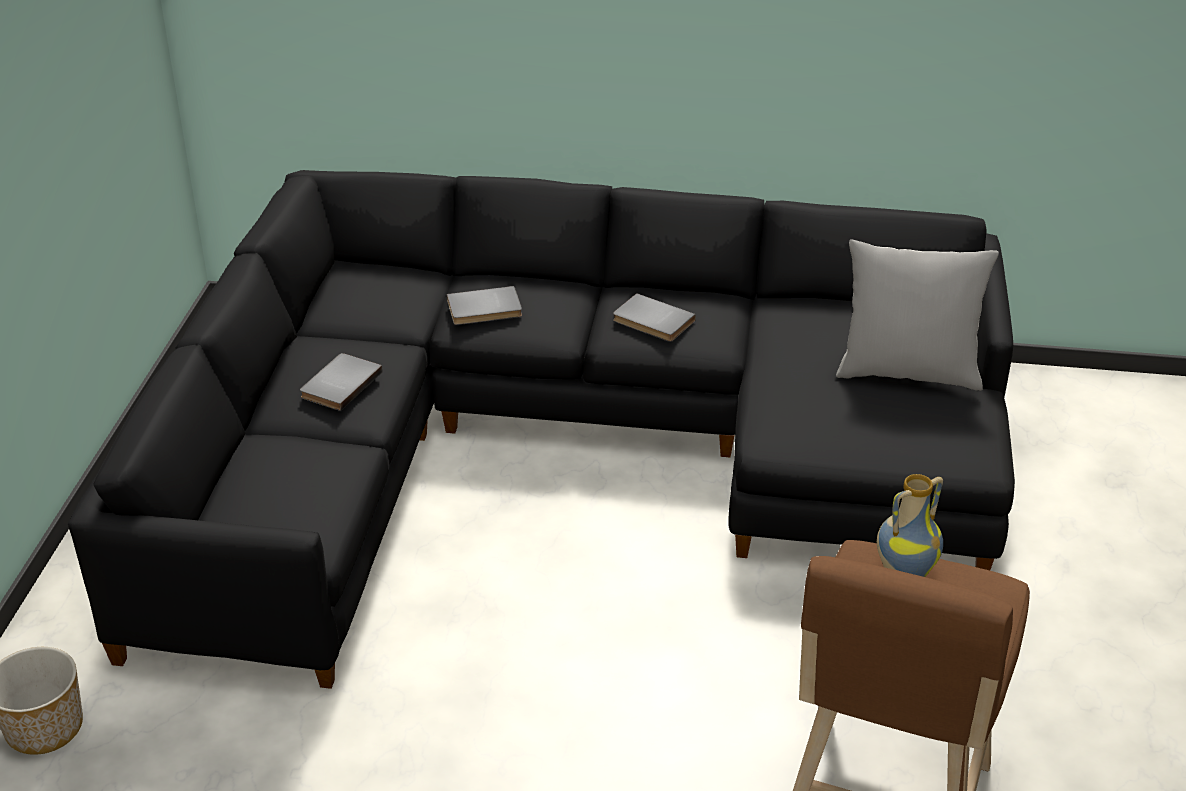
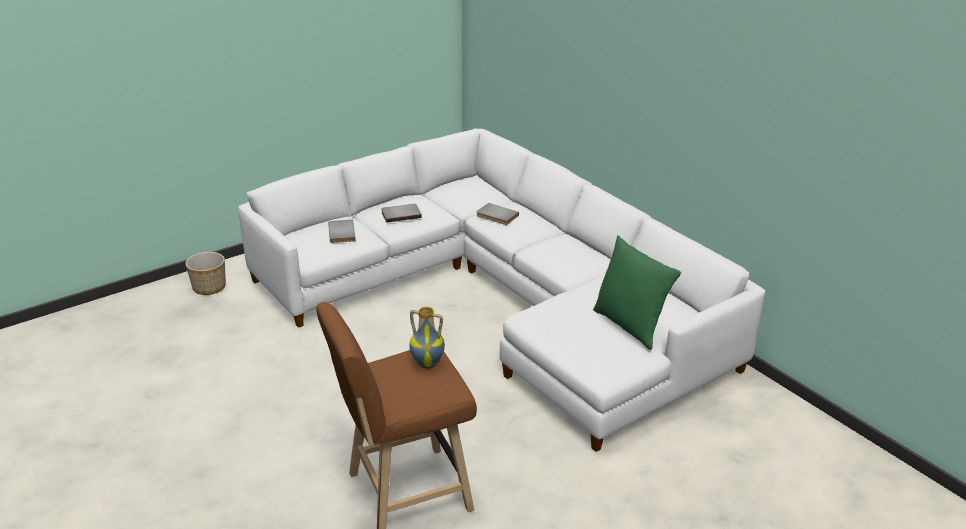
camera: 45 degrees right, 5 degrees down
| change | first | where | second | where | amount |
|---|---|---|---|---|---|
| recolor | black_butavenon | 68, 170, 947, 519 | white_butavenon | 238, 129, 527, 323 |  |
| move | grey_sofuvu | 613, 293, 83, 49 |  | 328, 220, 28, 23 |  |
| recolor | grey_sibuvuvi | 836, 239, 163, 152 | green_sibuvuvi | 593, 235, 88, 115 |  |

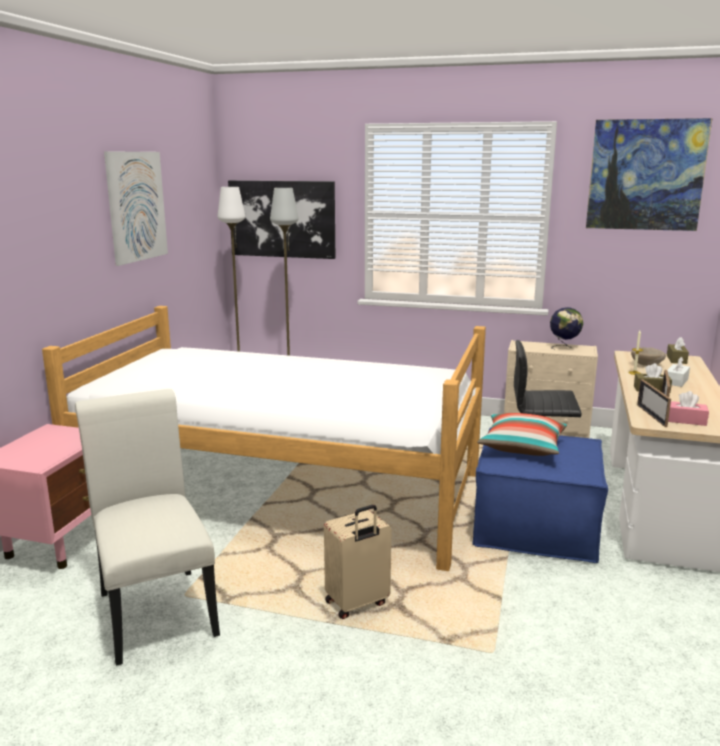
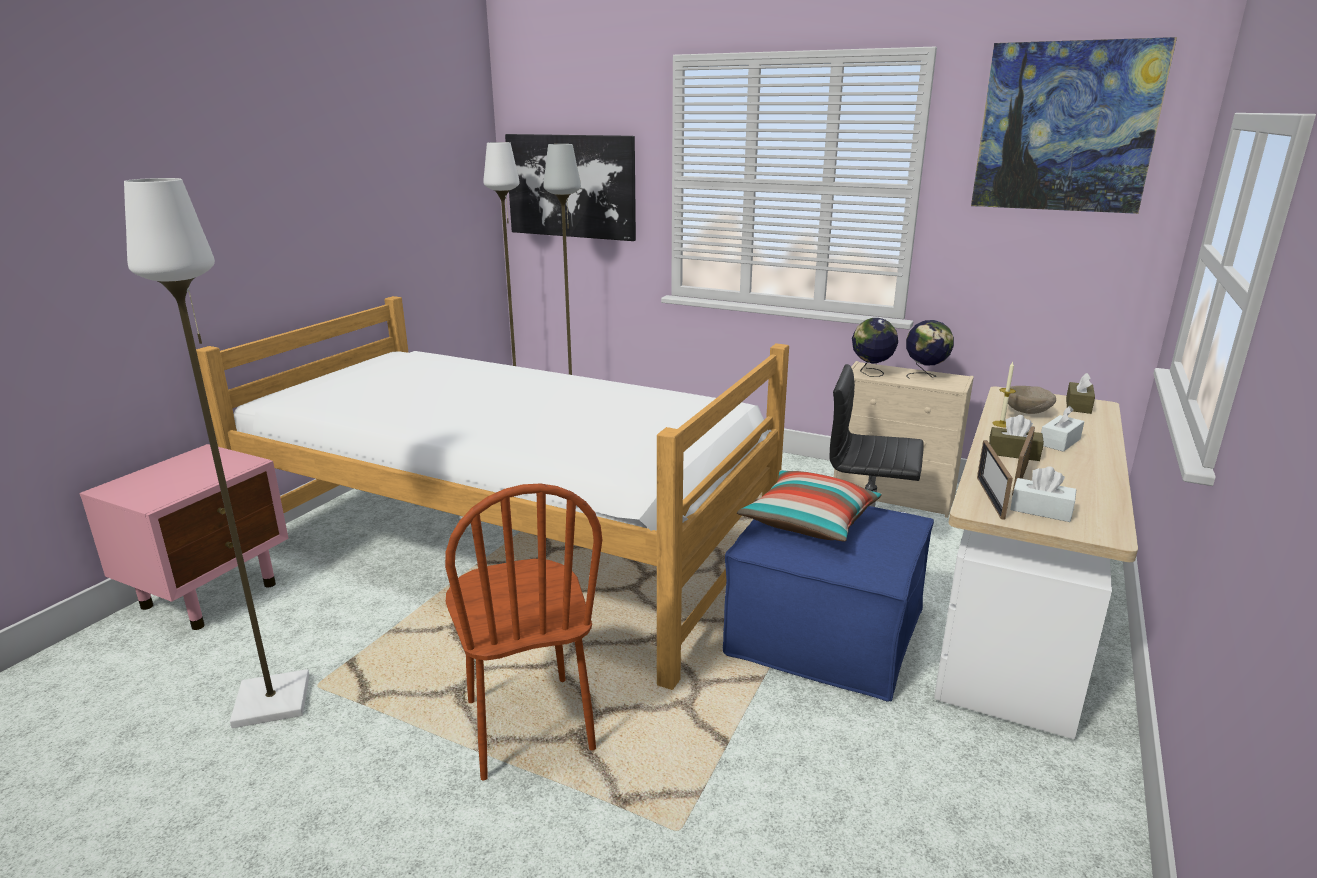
camera: 10 degrees right, 5 degrees up
| change | first | where | second | where | amount |
|---|---|---|---|---|---|
| replace | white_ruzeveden | 75, 389, 145, 277 | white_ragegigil | 124, 178, 186, 550 |  |
| delete | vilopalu | 104, 151, 64, 115 |  |  |  |
| replace | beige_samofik | 324, 505, 67, 114 | brown_ruzeveden | 445, 483, 157, 297 |  |
| recolor | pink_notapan | 668, 391, 41, 35 | white_notapan | 1010, 466, 67, 56 |  |
| insert |  |  | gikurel | 852, 318, 46, 59 |  |

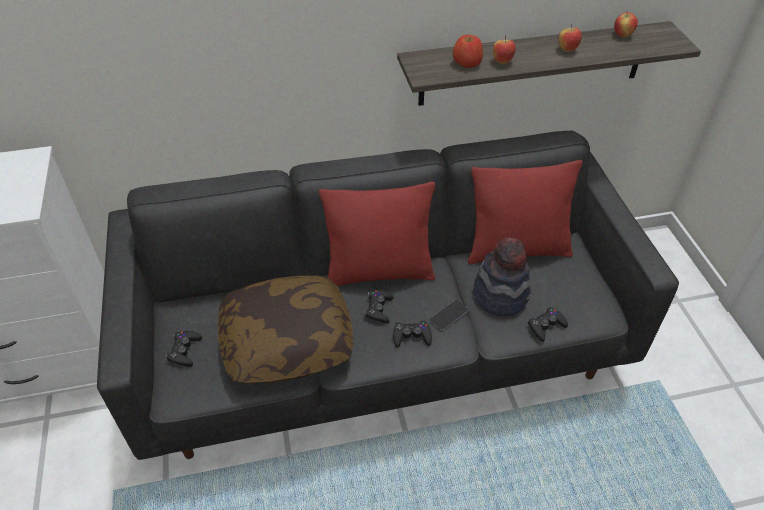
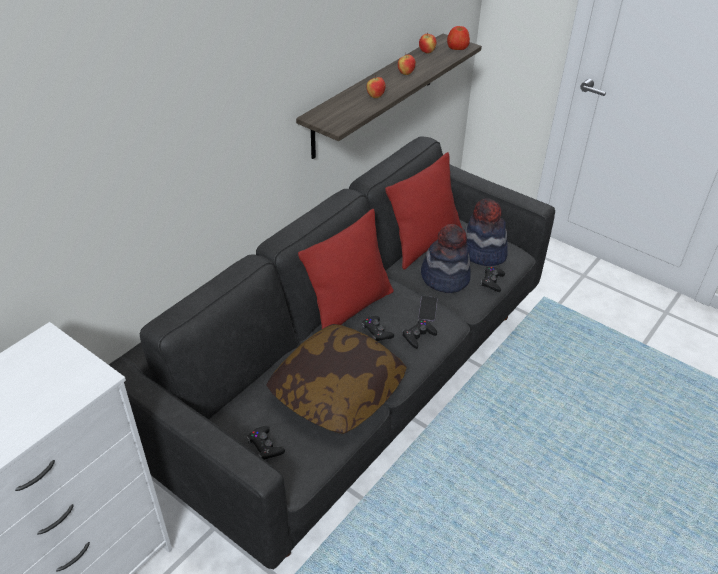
camera: 40 degrees left, 5 degrees down
| change | first | where | second | where | amount |
|---|---|---|---|---|---|
| move | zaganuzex | 453, 35, 30, 33 |  | 447, 26, 23, 24 |  |
| insert |  |  | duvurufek | 464, 198, 44, 68 |  |

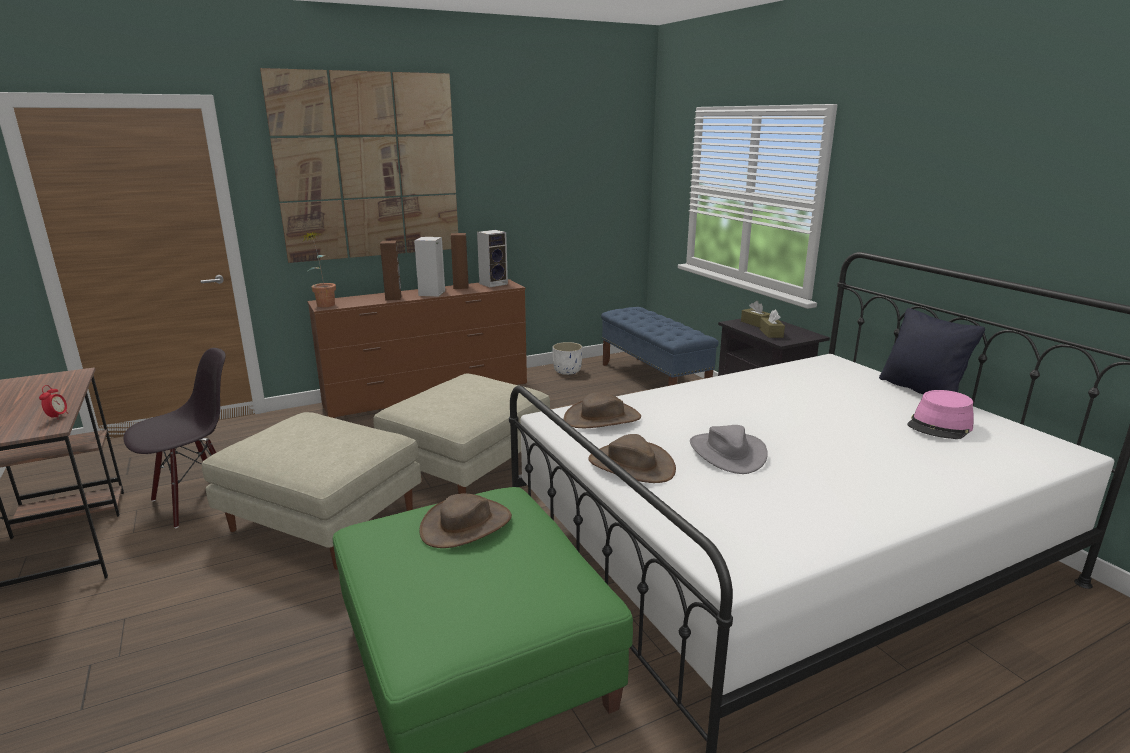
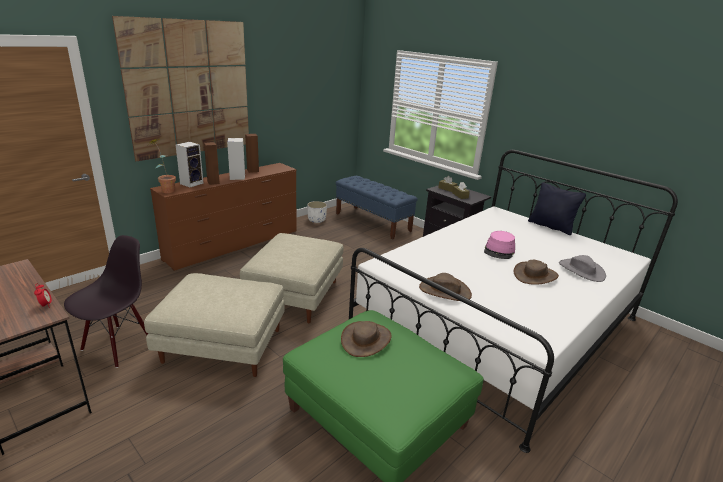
camera: 20 degrees left, 5 degrees up
| change | first | where | second | where | amount |
|---|---|---|---|---|---|
| move | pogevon | 477, 230, 31, 57 |  | 175, 142, 29, 45 |  |
| move | brown_duvurufek | 564, 392, 77, 36 |  | 514, 260, 45, 25 |  |
| move | grey_duvurufek | 690, 425, 78, 49 |  | 559, 255, 47, 27 |  |
| move | pink_duvurufek | 907, 390, 67, 49 |  | 484, 231, 31, 28 |  |

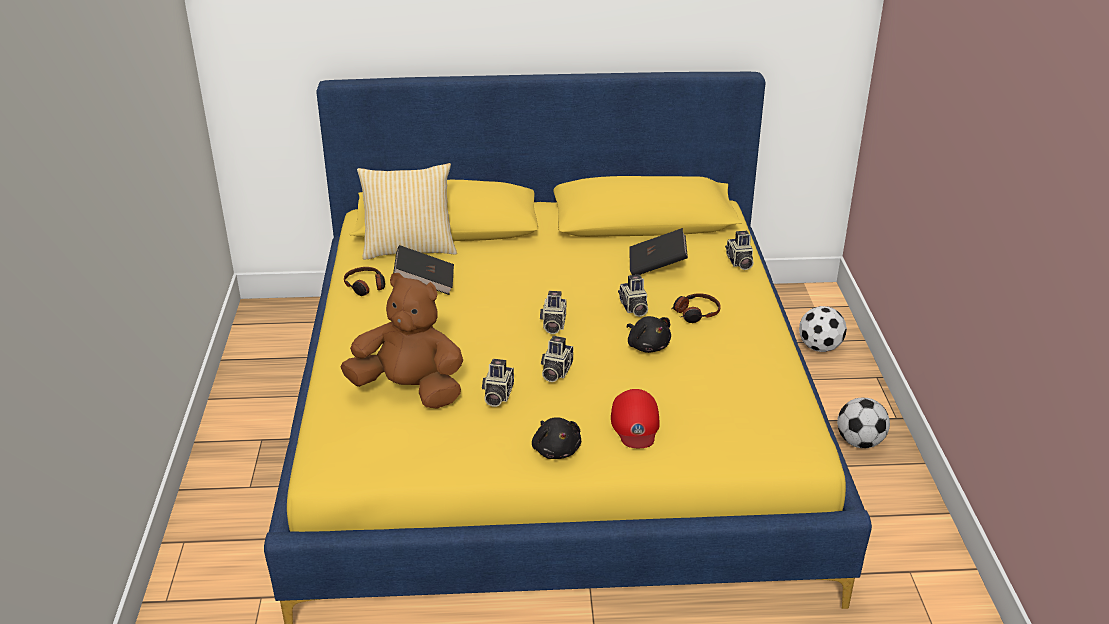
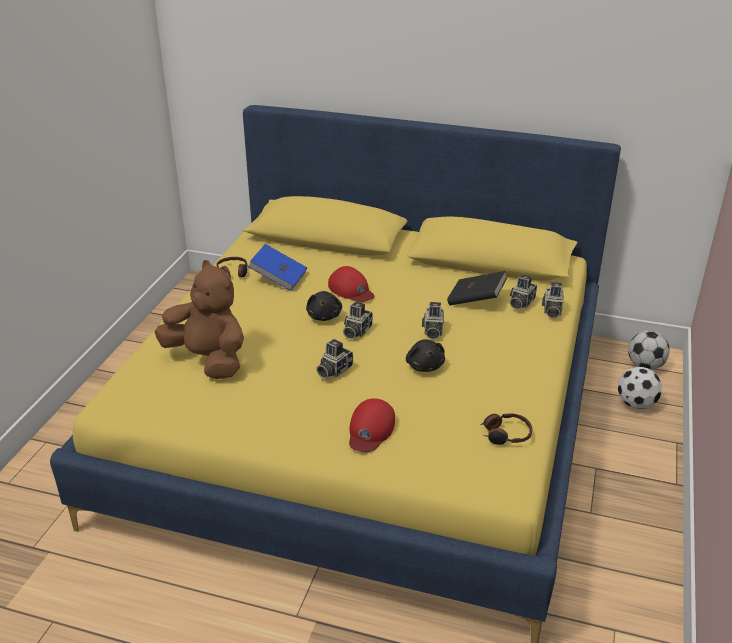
camera: 20 degrees right, 0 degrees up
| change | first | where | second | where | amount |
|---|---|---|---|---|---|
| delete | sibuvuvi | 357, 163, 100, 97 |  |  |  |
| recolor | black_sofuvu | 393, 245, 61, 50 | blue_sofuvu | 248, 244, 59, 47 |  |
| move | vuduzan | 482, 359, 32, 48 |  | 510, 274, 27, 36 |  |
| move | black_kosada | 532, 417, 49, 42 |  | 306, 291, 36, 30 |  |
| move | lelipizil | 671, 293, 50, 30 |  | 480, 414, 52, 31 |  |
| move | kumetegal | 837, 398, 53, 50 |  | 628, 331, 42, 39 |  |
| insert |  |  | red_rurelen | 328, 266, 47, 36 |  |

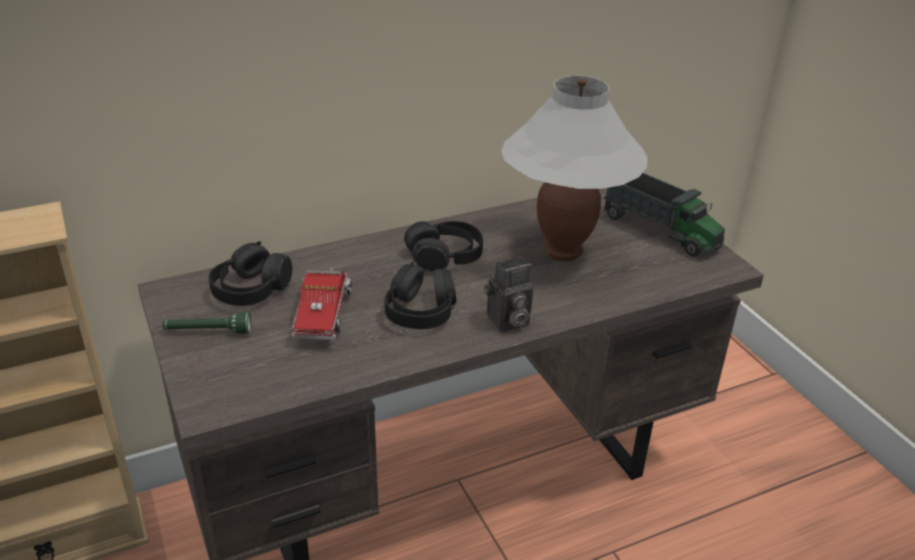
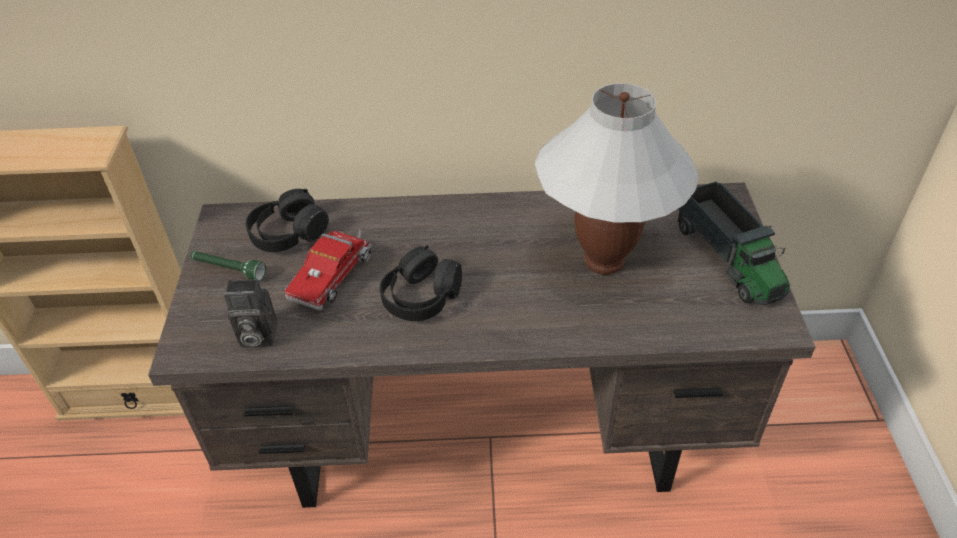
camera: 25 degrees right, 10 degrees up
| change | first | where | second | where | amount |
|---|---|---|---|---|---|
| delete | black_lelipizil | 404, 221, 79, 51 |  |  |  |
| move | vuduzan | 484, 256, 49, 76 |  | 223, 279, 54, 69 |  |

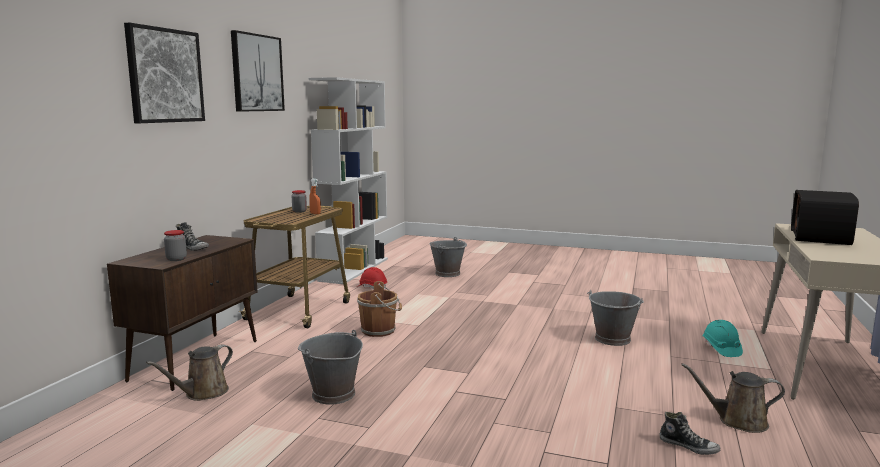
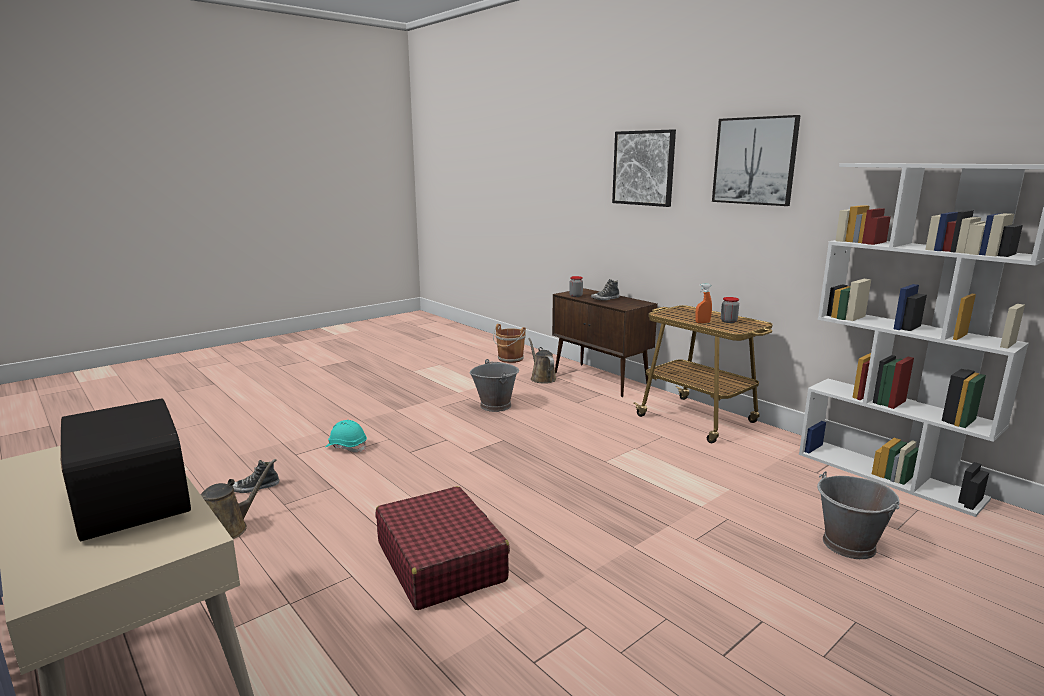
camera: 120 degrees right, 5 degrees up
| change | first | where | second | where | amount |
|---|---|---|---|---|---|
| delete | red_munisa | 357, 267, 30, 23 |  |  |  |
| move | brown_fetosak | 357, 281, 45, 56 |  | 493, 324, 33, 39 |  |
| replace | grey_fetosak | 587, 289, 57, 57 | red_samofik | 376, 486, 134, 124 |  |
| move | turquoise_munisa | 702, 320, 41, 37 |  | 325, 420, 42, 33 |  |

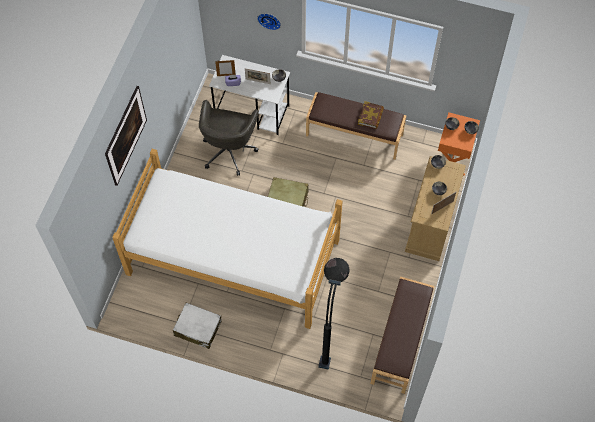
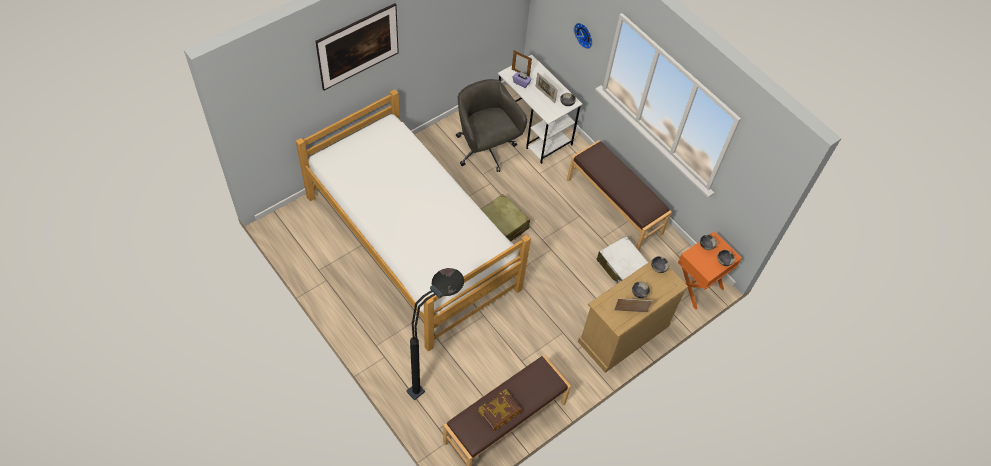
camera: 30 degrees right, 5 degrees down
| change | first | where | second | where | amount |
|---|---|---|---|---|---|
| move | white_samofik | 173, 303, 49, 46 |  | 596, 236, 52, 48 |  |
| rotate | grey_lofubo | 199, 100, 60, 76 |  | 456, 79, 71, 93 | 105 degrees clockwise |
| move | sofuvu | 358, 101, 26, 28 |  | 478, 389, 44, 42 |  |

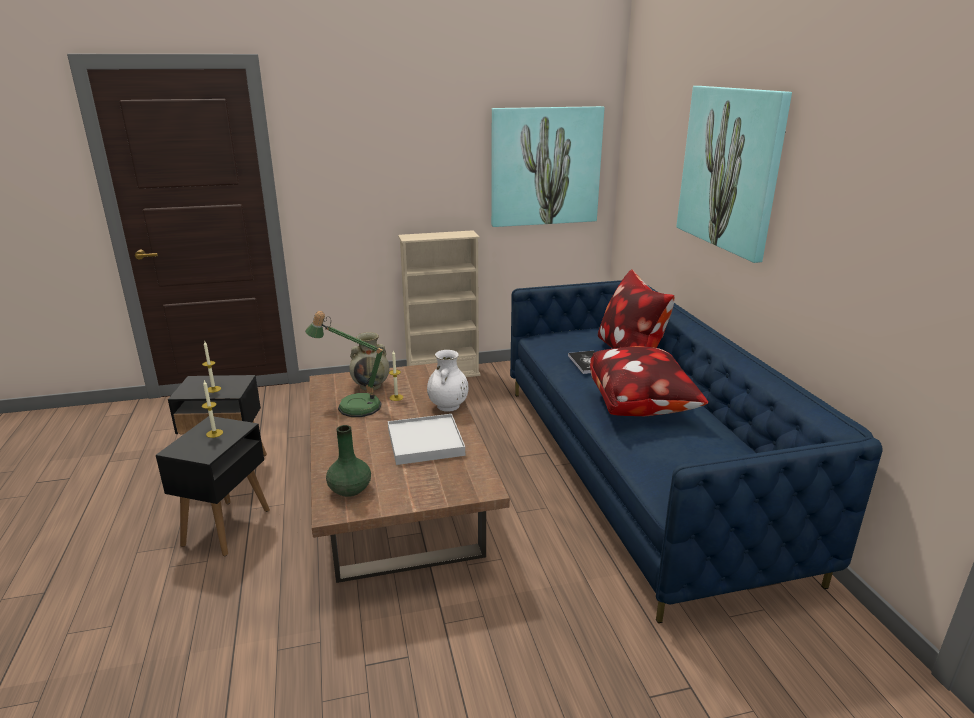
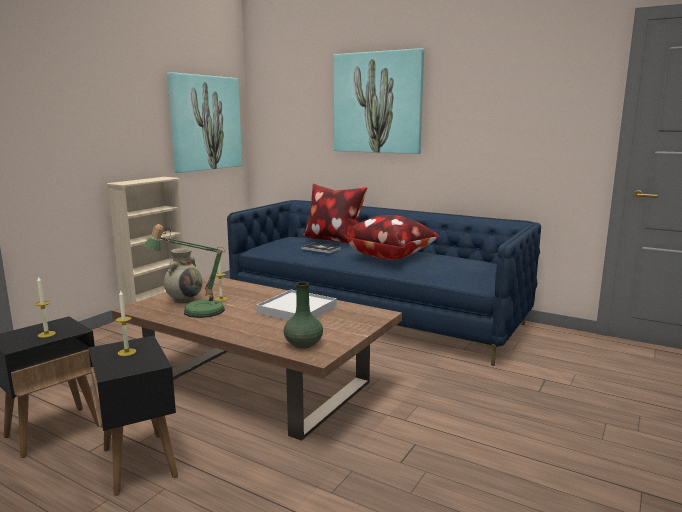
camera: 45 degrees left, 10 degrees down
| change | first | where | second | where | amount |
|---|---|---|---|---|---|
| delete | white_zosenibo | 427, 350, 41, 62 |  |  |  |

